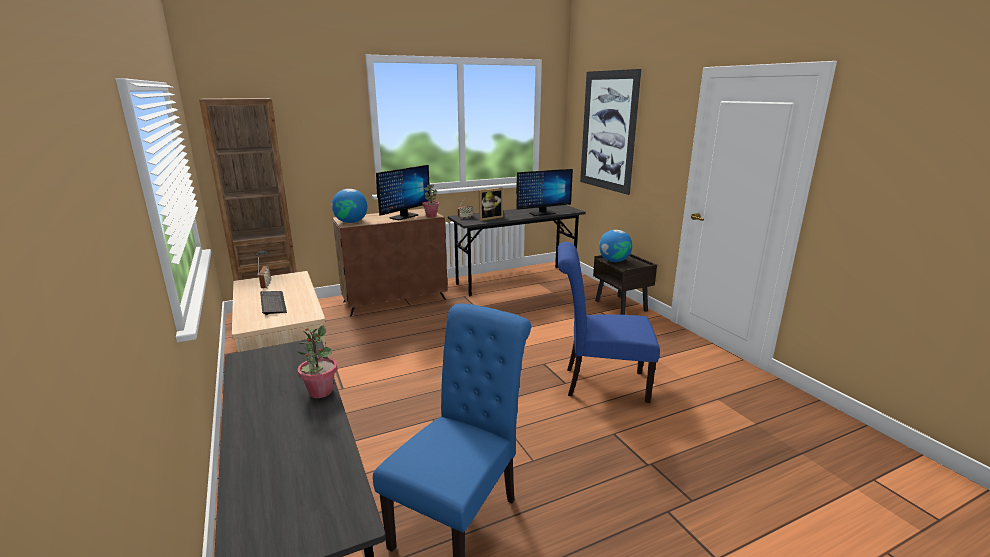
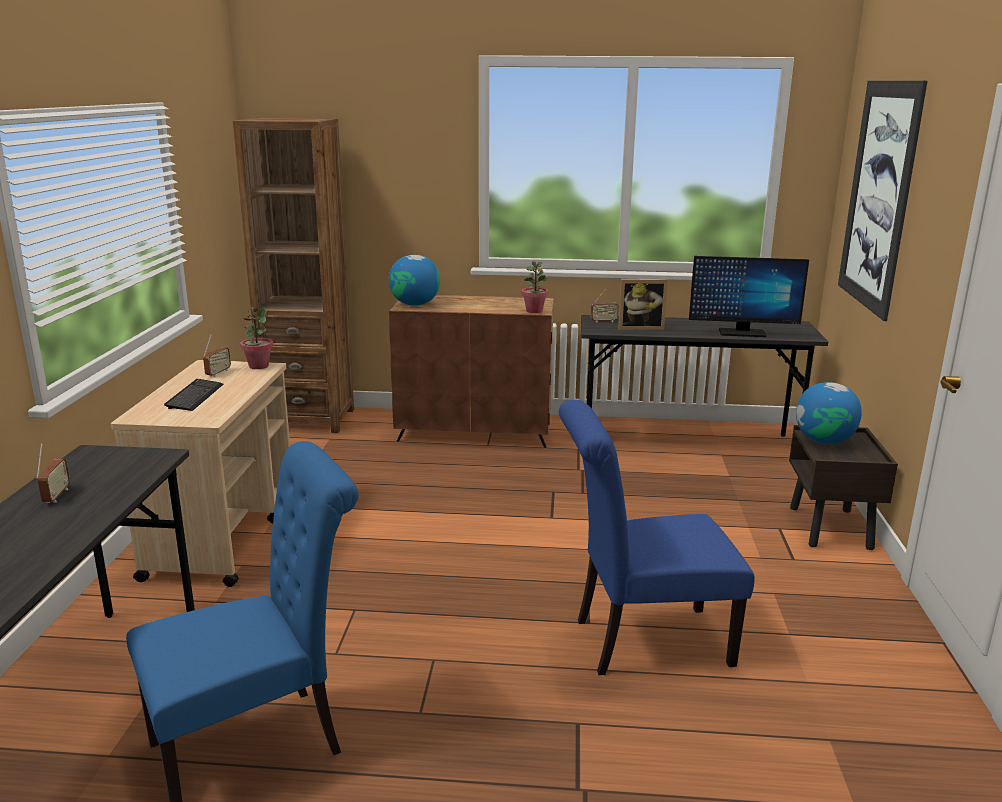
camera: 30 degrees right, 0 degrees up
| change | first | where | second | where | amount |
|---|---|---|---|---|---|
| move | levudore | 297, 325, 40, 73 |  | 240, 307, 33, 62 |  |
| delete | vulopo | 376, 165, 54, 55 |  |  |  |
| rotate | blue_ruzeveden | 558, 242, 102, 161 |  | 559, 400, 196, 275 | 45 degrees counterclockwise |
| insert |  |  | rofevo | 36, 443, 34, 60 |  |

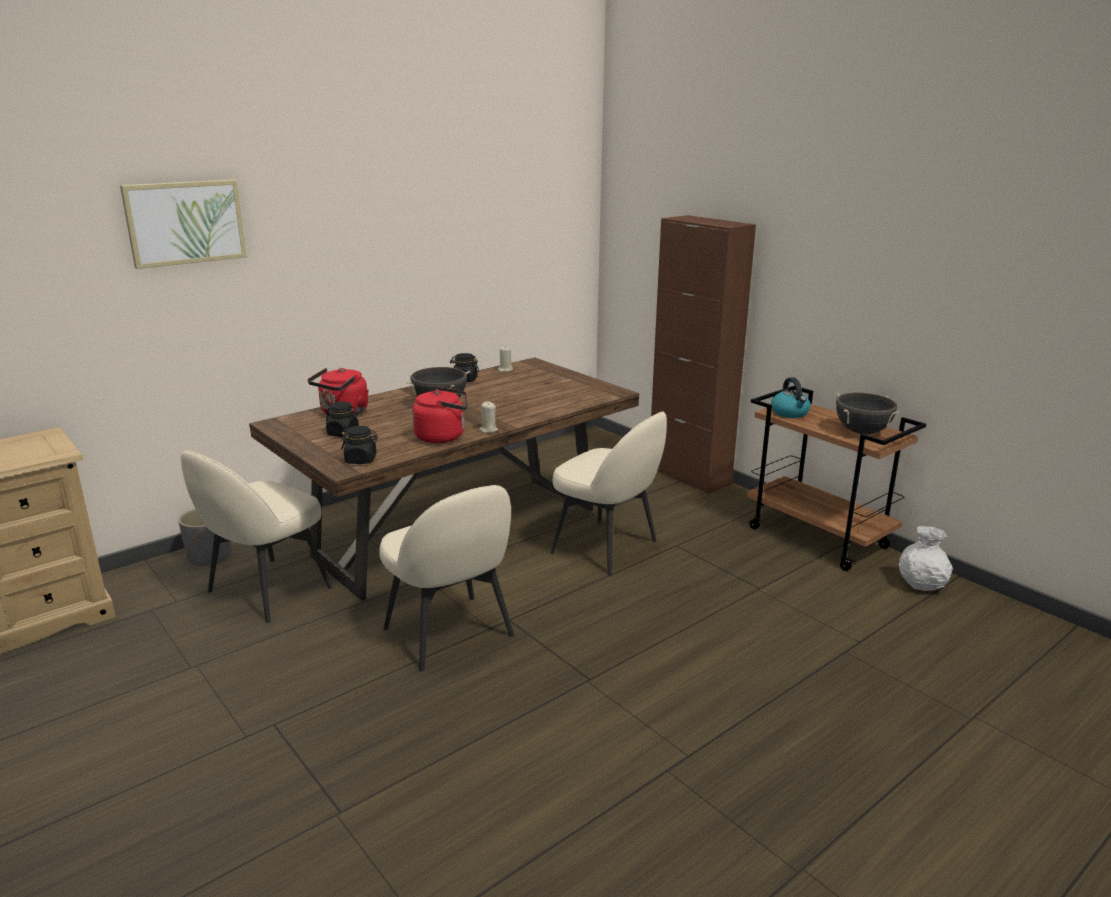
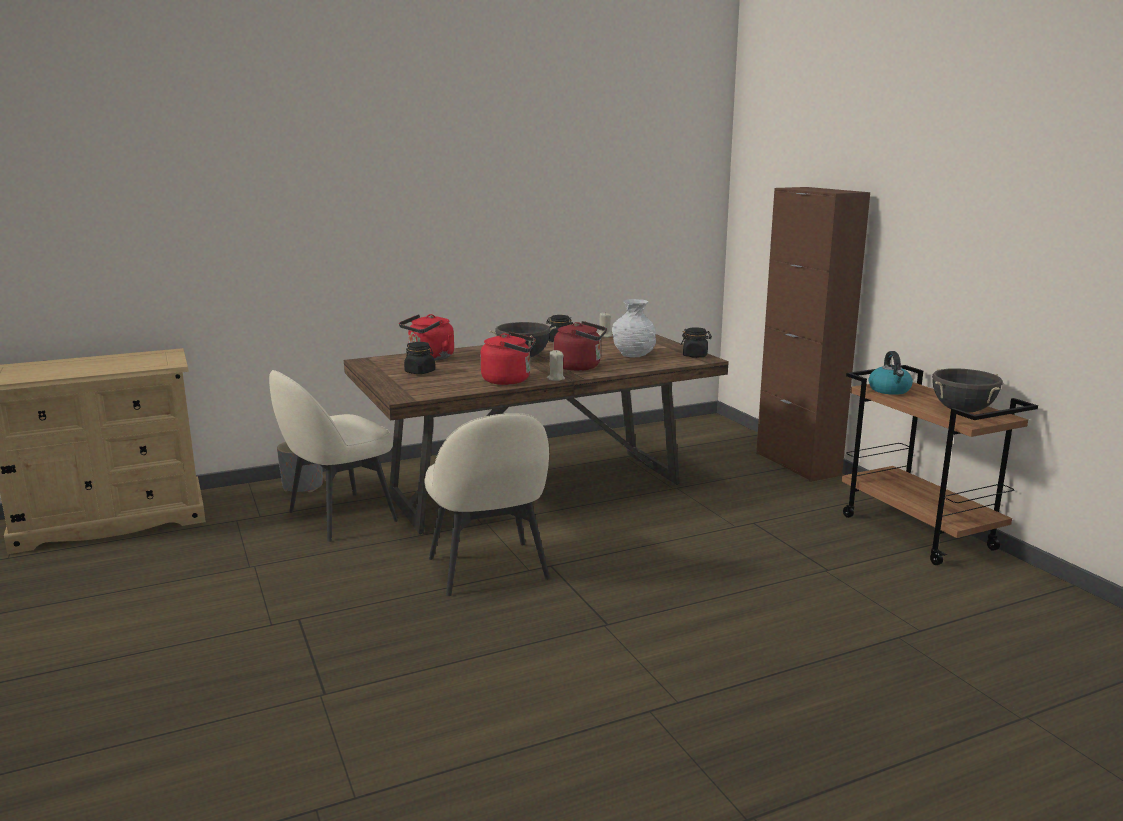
camera: 15 degrees right, 5 degrees down
| change | first | where | second | where | amount |
|---|---|---|---|---|---|
| delete | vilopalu | 120, 179, 127, 90 |  |  |  |
| move | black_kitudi | 341, 426, 37, 38 |  | 681, 327, 31, 31 |  |
| delete | beige_ruzeveden | 550, 411, 117, 165 |  |  |  |
| move | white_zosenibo | 899, 526, 54, 65 |  | 612, 299, 44, 59 |  |
| insert |  |  | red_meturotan | 554, 321, 53, 50 |  |

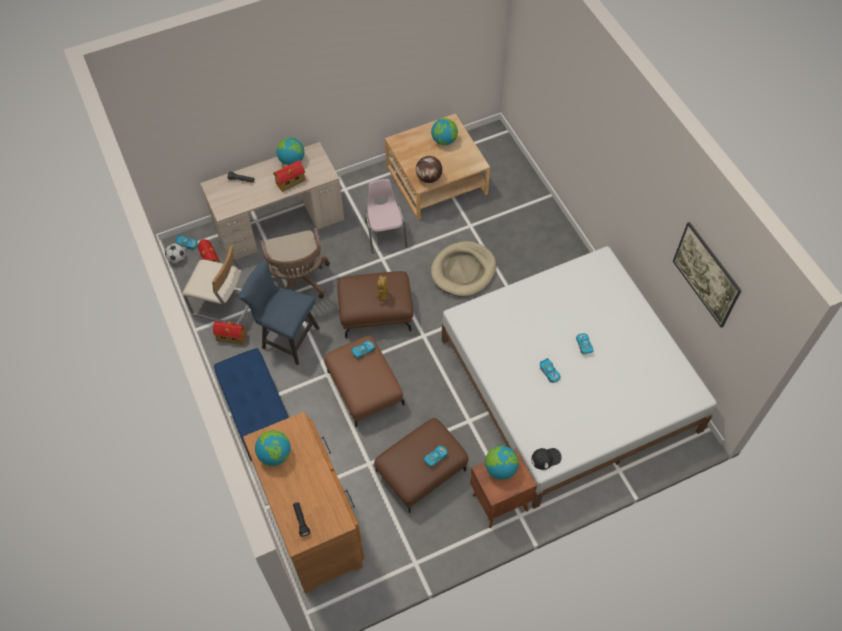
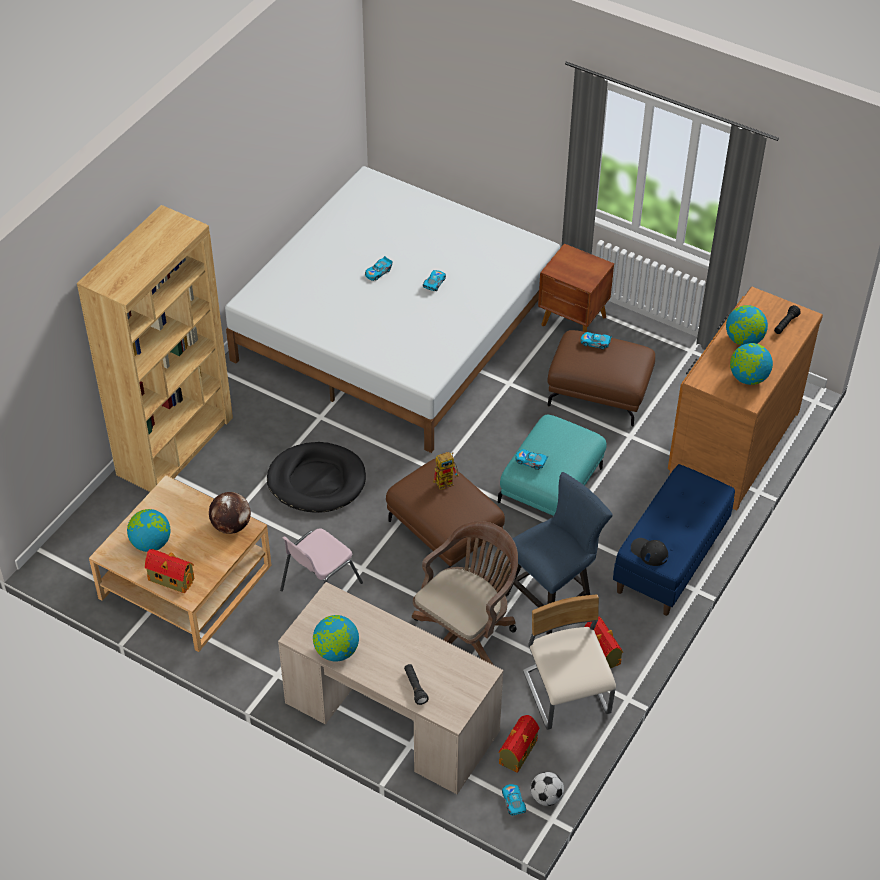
camera: 125 degrees left, 10 degrees down
| change | first | where | second | where | amount |
|---|---|---|---|---|---|
| rotate | blue_ruzeveden | 239, 259, 81, 106 |  | 505, 472, 108, 163 | 120 degrees counterclockwise |
| move | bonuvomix | 273, 160, 33, 32 |  | 145, 549, 49, 44 |  |
| recolor | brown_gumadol | 324, 336, 81, 91 | turquoise_gumadol | 498, 415, 109, 101 |  |
| recolor | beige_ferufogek | 431, 241, 65, 56 | black_ferufogek | 267, 442, 99, 71 |  |
| move | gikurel | 485, 446, 34, 34 |  | 726, 305, 42, 41 |  |
| move | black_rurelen | 531, 448, 31, 22 |  | 631, 538, 37, 28 |  |
| delete | vilopalu | 673, 222, 69, 106 |  |  |  |
| insert |  |  | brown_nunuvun | 77, 205, 156, 287 |  |

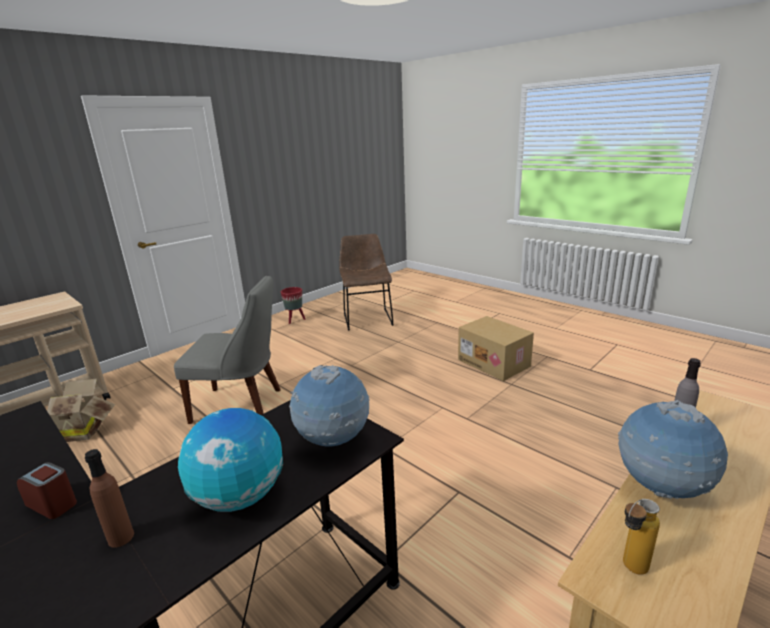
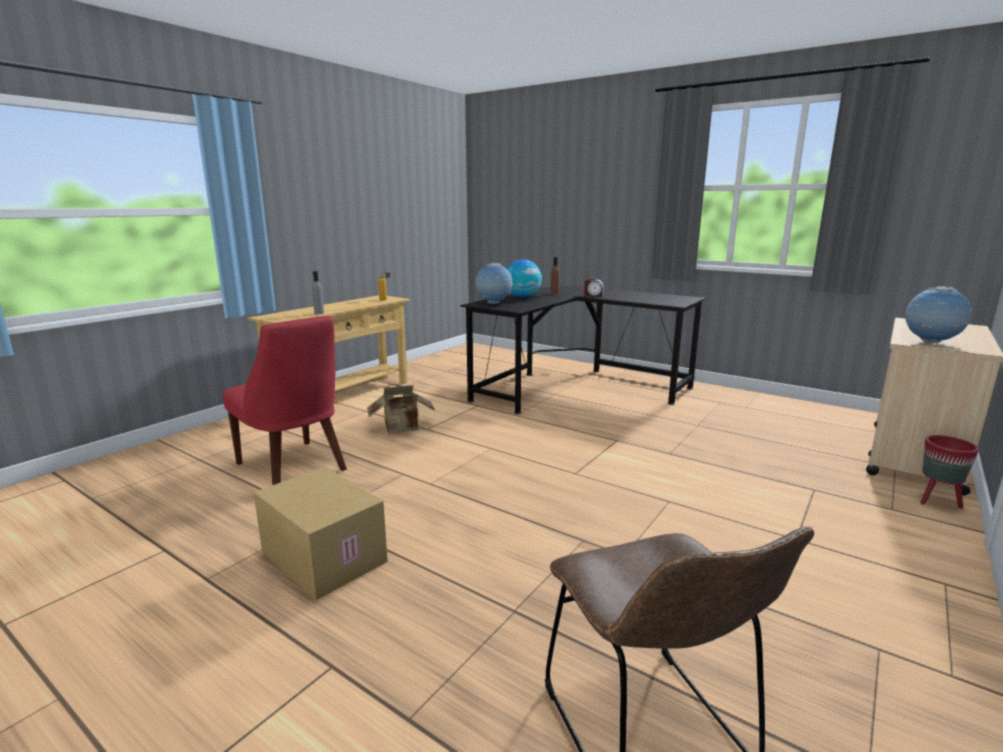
camera: 170 degrees right, 5 degrees down
| change | first | where | second | where | amount |
|---|---|---|---|---|---|
| move | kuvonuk | 47, 379, 68, 63 |  | 367, 385, 68, 49 |  |
| delete | grey_ruzeveden | 174, 276, 107, 148 |  |  |  |
| move | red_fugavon | 281, 287, 24, 37 |  | 920, 435, 59, 74 |  |
| move | gikurel | 618, 400, 110, 99 |  | 905, 286, 67, 57 |  |
| insert |  |  | red_ruzeveden | 223, 316, 124, 169 |  |

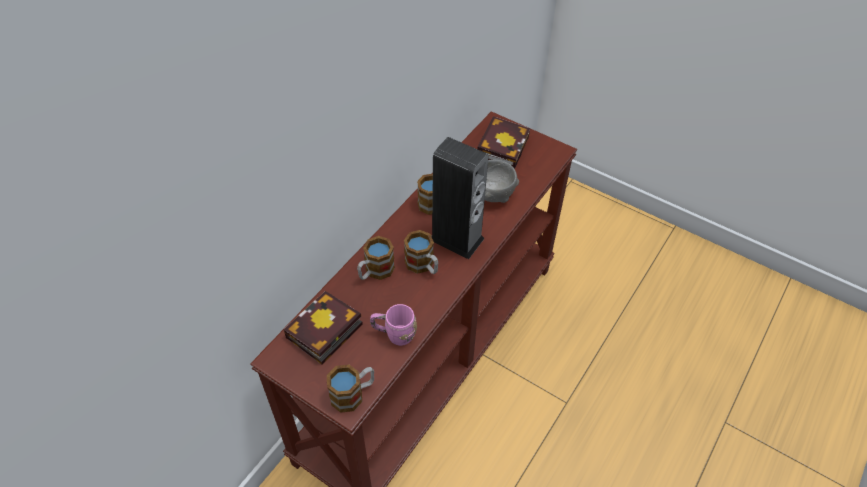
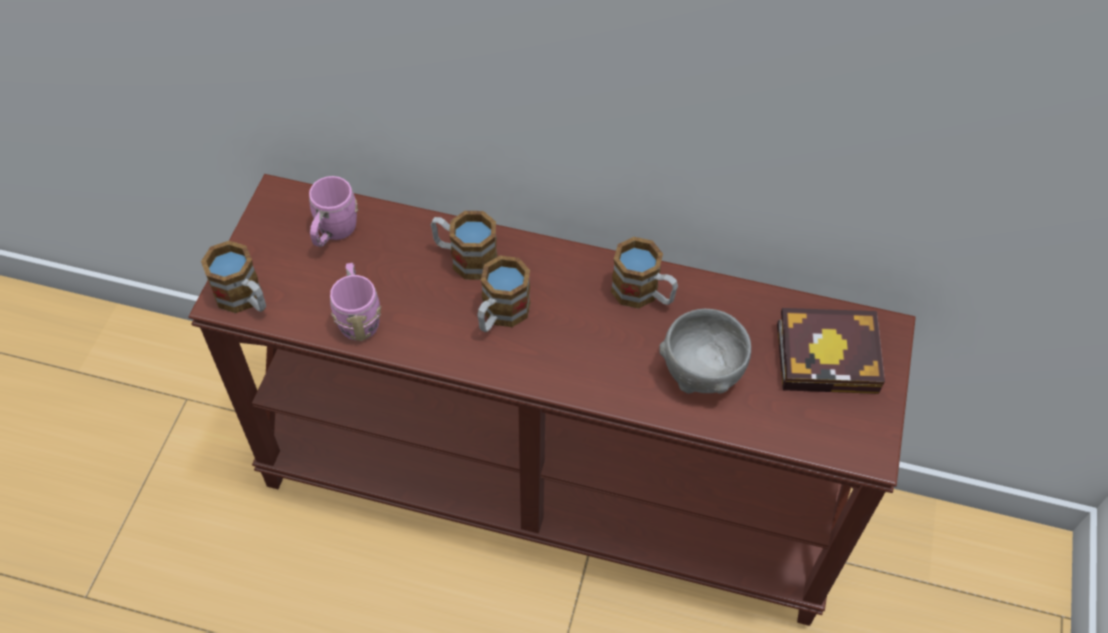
camera: 70 degrees right, 5 degrees up
| change | first | where | second | where | amount |
|---|---|---|---|---|---|
| replace | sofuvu | 283, 291, 80, 74 | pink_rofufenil | 309, 176, 49, 71 |  |
| delete | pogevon | 432, 137, 57, 122 |  |  |  |

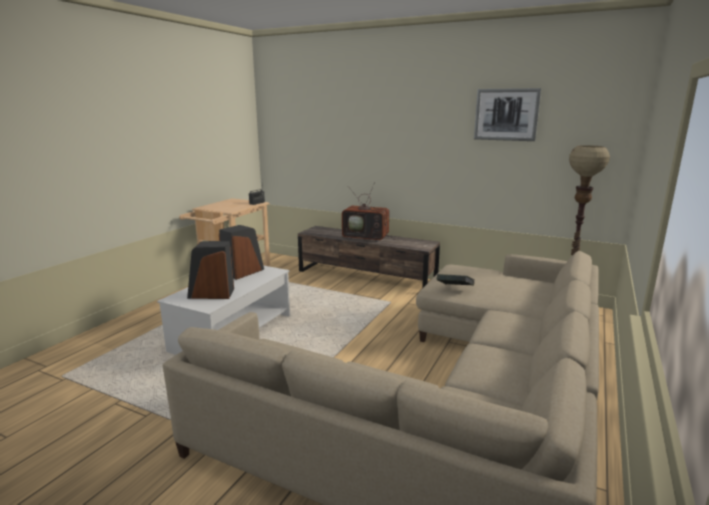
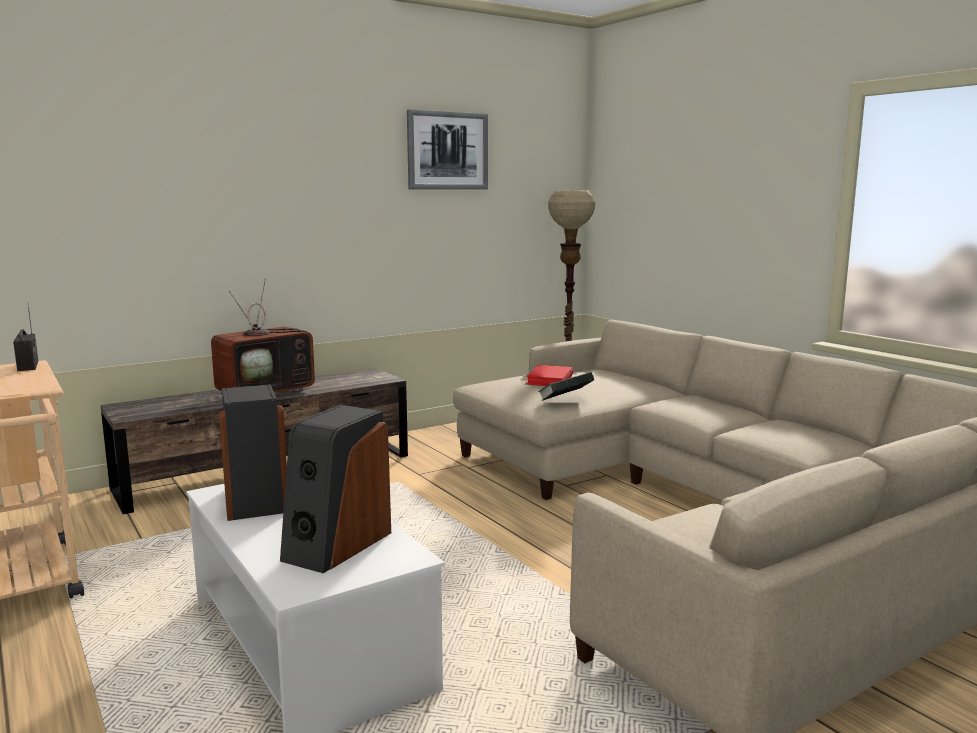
camera: 60 degrees left, 5 degrees down
| change | first | where | second | where | amount |
|---|---|---|---|---|---|
| insert |  |  | red_sofuvu | 525, 365, 49, 21 |  |

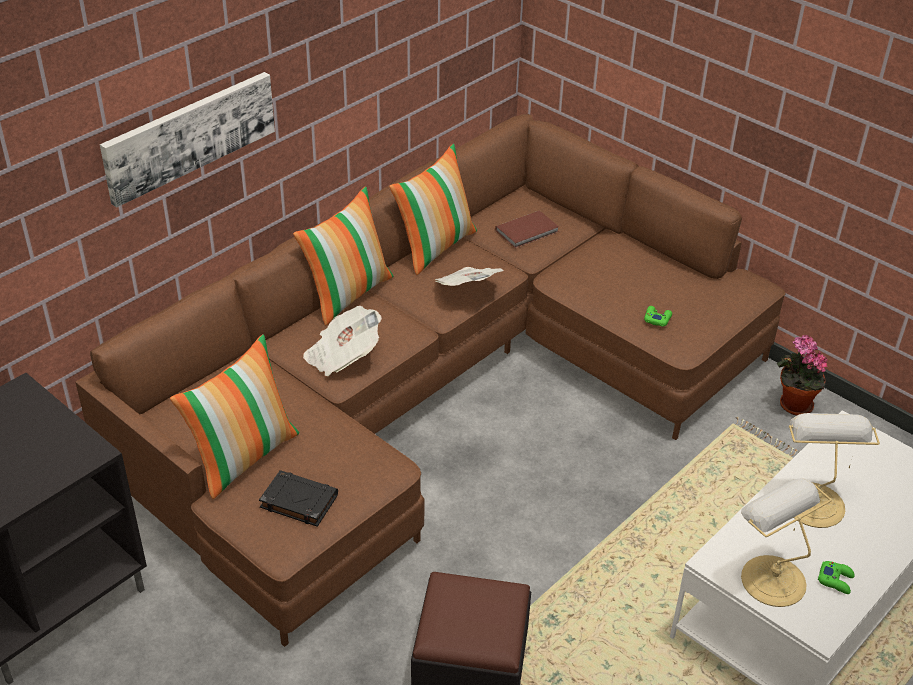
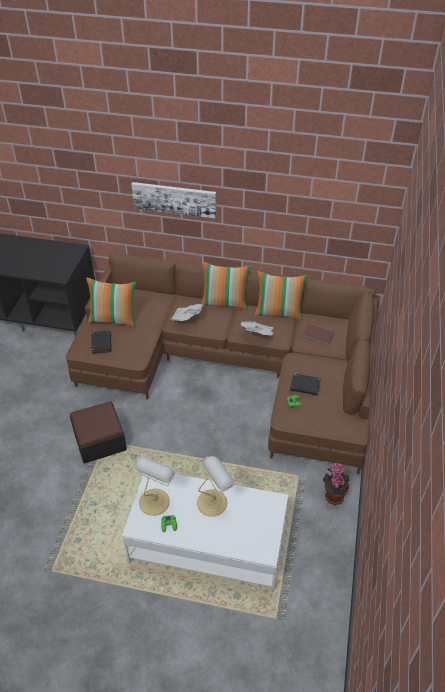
camera: 60 degrees right, 5 degrees up
| change | first | where | second | where | amount |
|---|---|---|---|---|---|
| insert |  |  | black_sofuvu | 290, 373, 31, 22 |  |

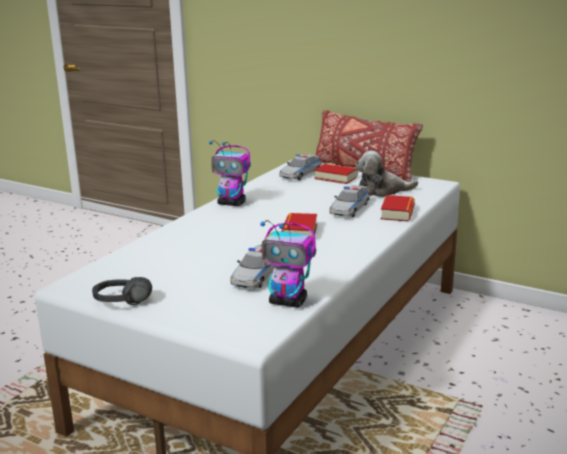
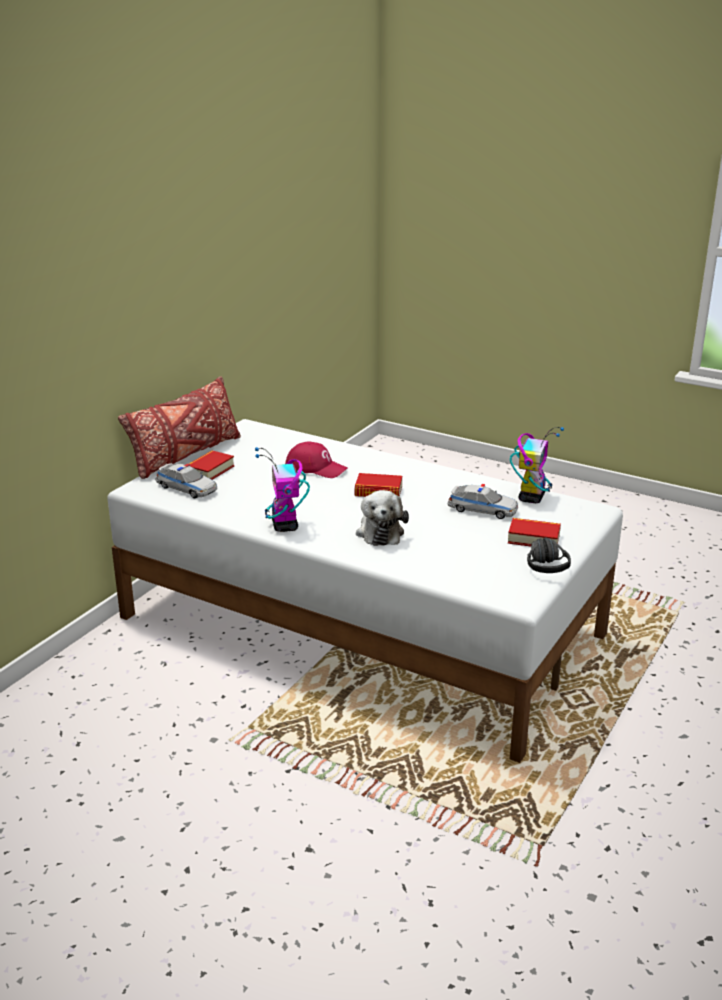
camera: 90 degrees left, 5 degrees up
| change | first | where | second | where | amount |
|---|---|---|---|---|---|
| rotate | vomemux | 209, 141, 42, 65 |  | 255, 447, 55, 85 | 150 degrees clockwise |
| replace | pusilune | 329, 185, 41, 32 | red_rurelen | 285, 441, 62, 37 |  |
| move | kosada | 355, 151, 63, 46 |  | 356, 490, 53, 56 |  |
| move | sofuvu | 380, 195, 35, 27 |  | 508, 518, 53, 29 |  |

